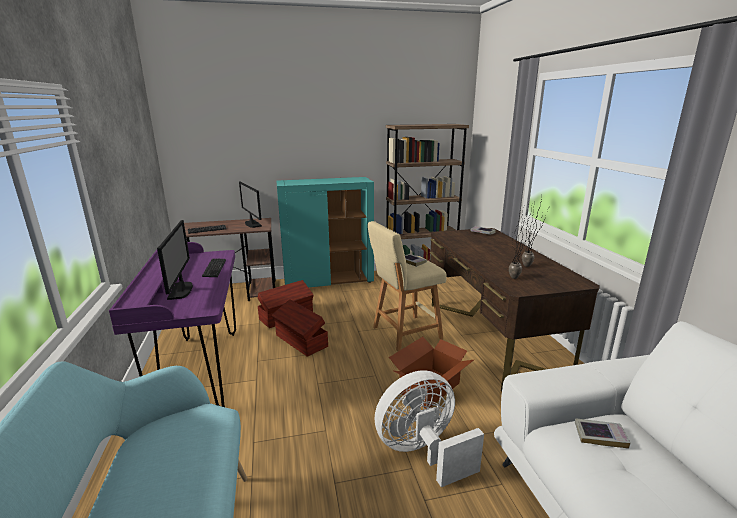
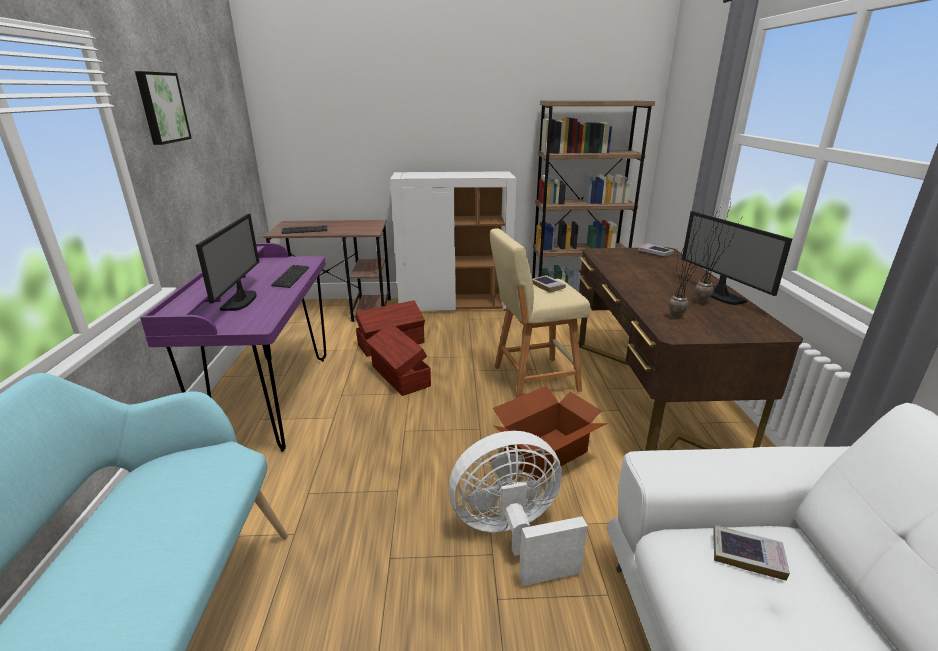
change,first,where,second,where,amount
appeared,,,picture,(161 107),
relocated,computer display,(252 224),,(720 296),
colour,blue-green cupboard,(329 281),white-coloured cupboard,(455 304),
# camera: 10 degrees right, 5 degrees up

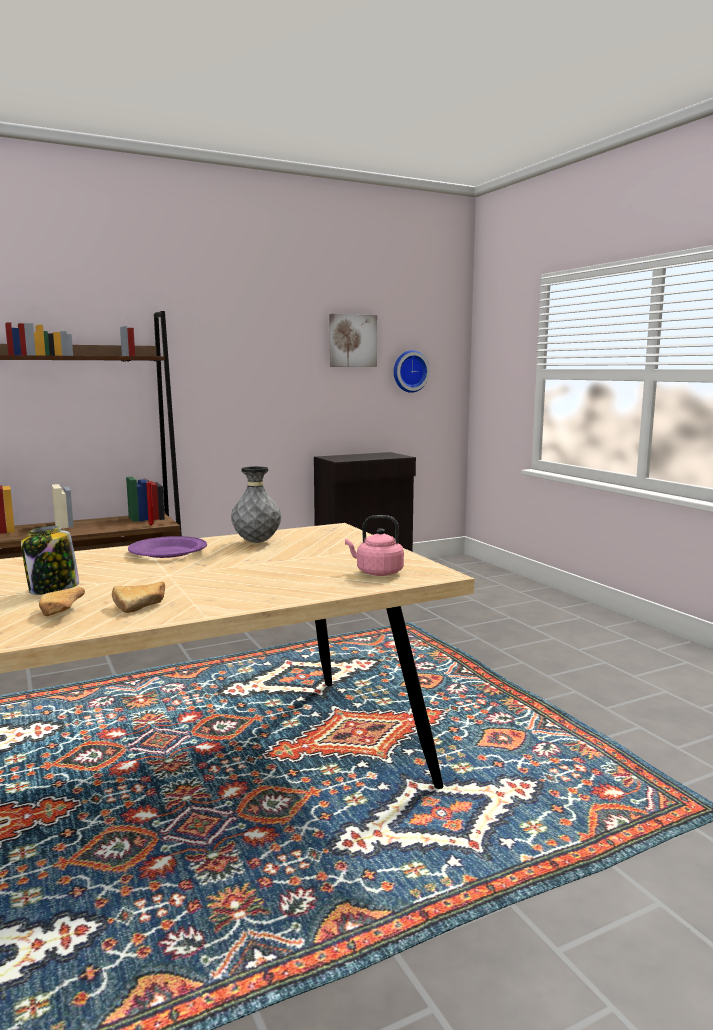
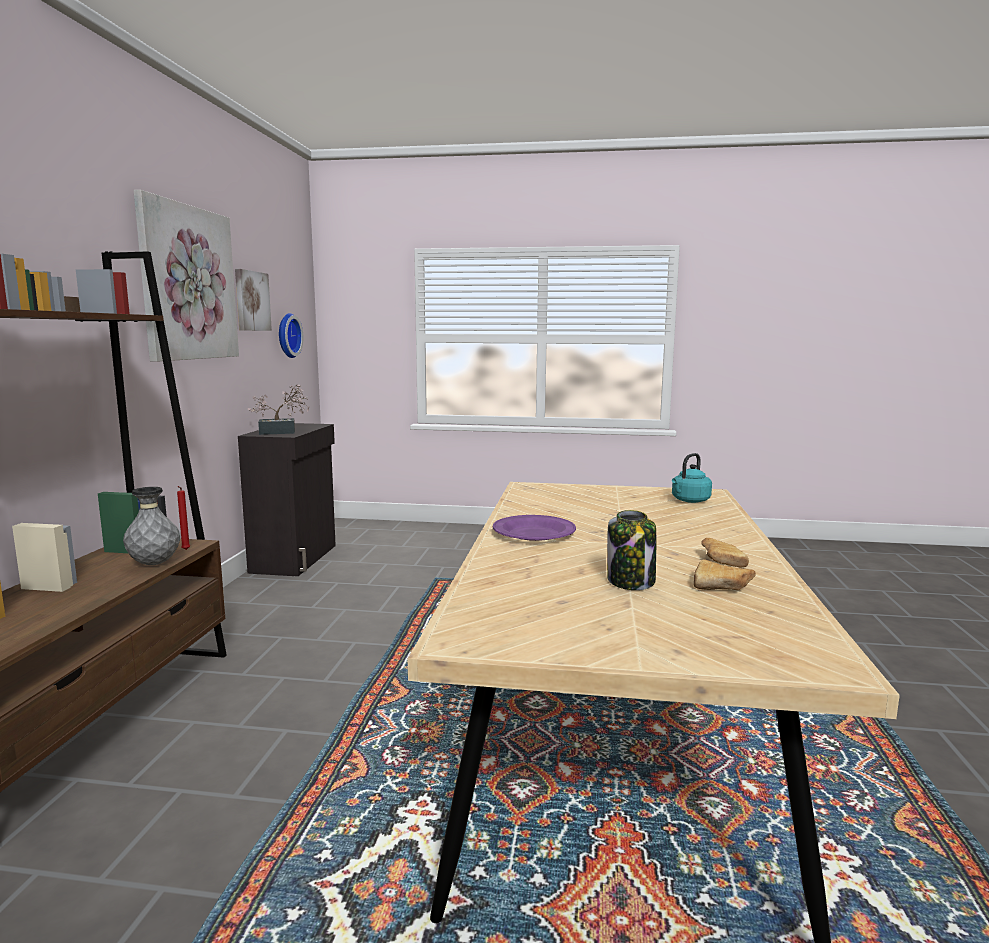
change,first,where,second,where,amount
appeared,,,picture,(189 283),
appeared,,,potted plant,(282 432),
relocated,grey flower vase,(257 542),,(154 564),
colour,pinkish water kettle,(377 572),blue-green water kettle,(689 501),
# camera: 55 degrees left, 0 degrees up

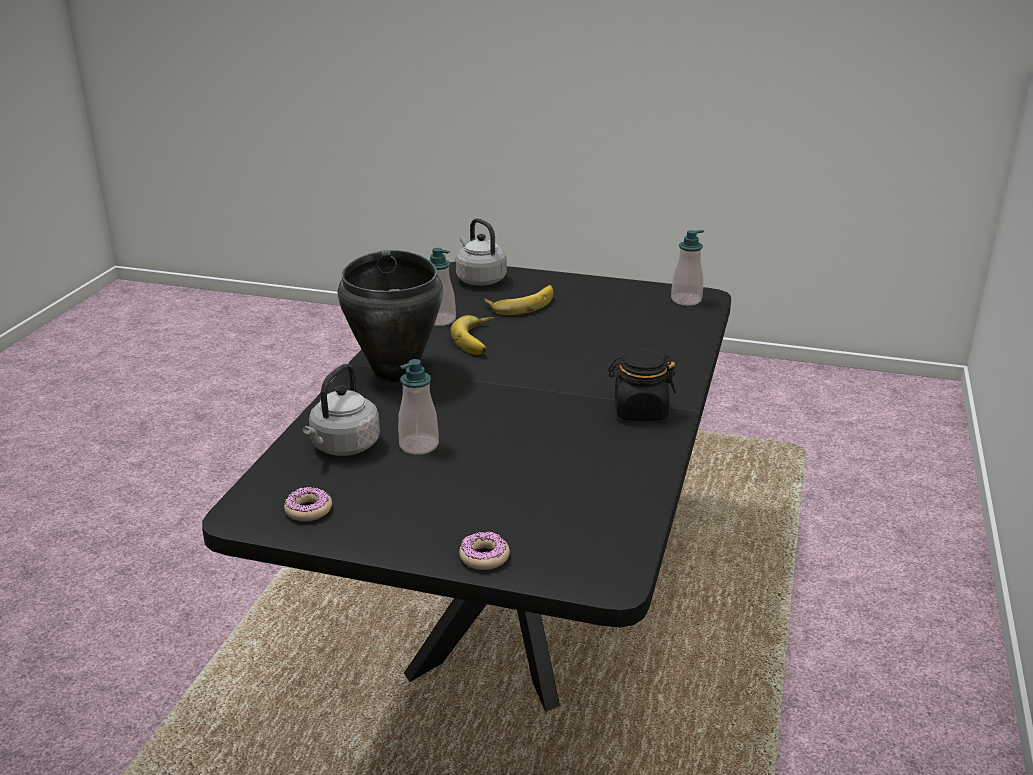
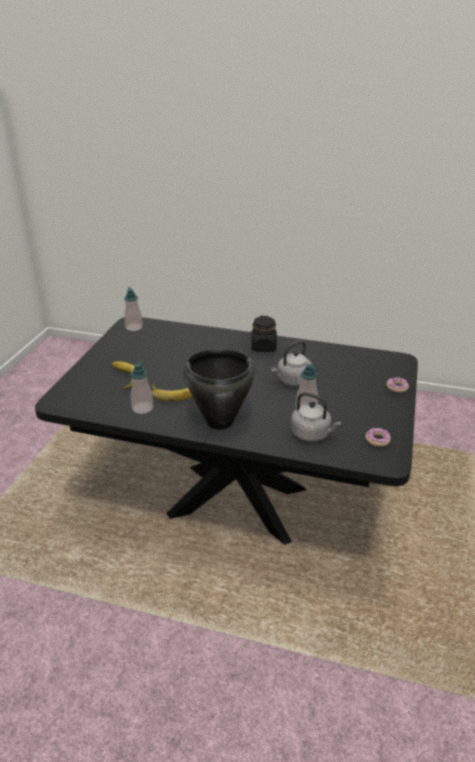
change,first,where,second,where,amount
relocated,grey water kettle,(479 279),,(292 381),
# camera: 90 degrees left, 5 degrees up

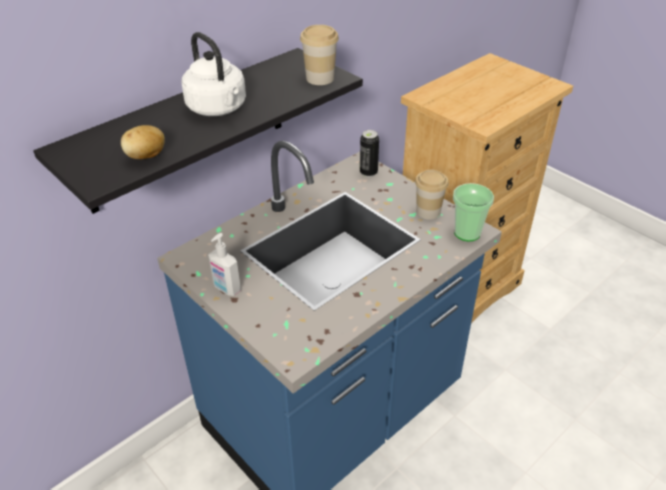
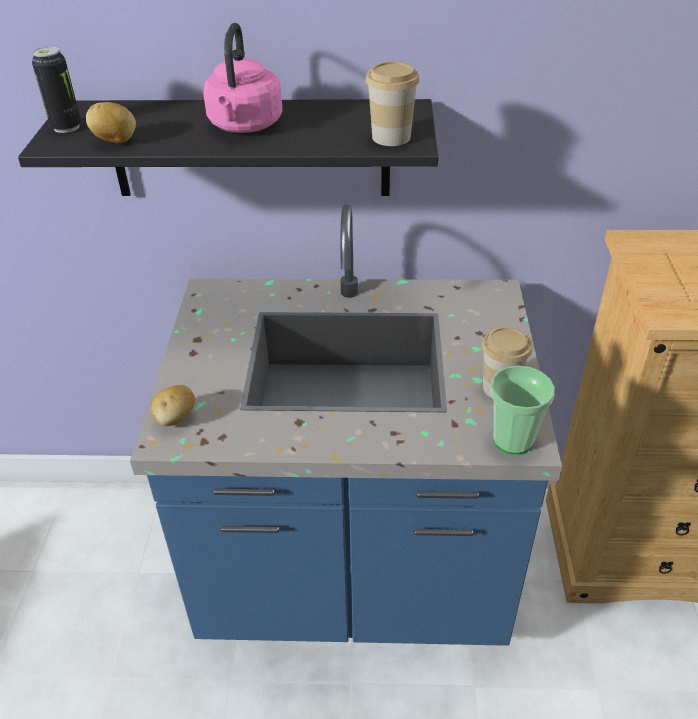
change,first,where,second,where,amount
missing,soap bottle,(226 289),,,
appeared,,,whole potato,(175 419),
relocated,metal can,(368 172),,(66 127),
colour,white-coloured water kettle,(218 109),pinkish water kettle,(245 126),
# camera: 45 degrees right, 0 degrees up

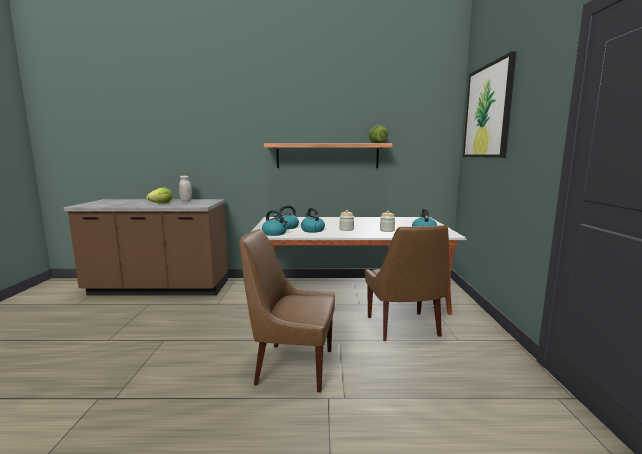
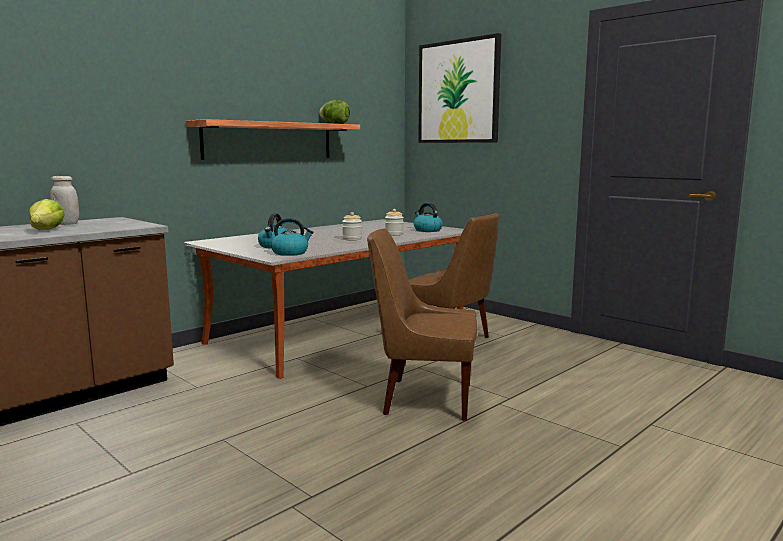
change,first,where,second,where,amount
missing,water kettle,(312 230),,,
spun,brown plain chair,(291 366),,(424 399),45 degrees clockwise
# camera: 45 degrees left, 0 degrees up

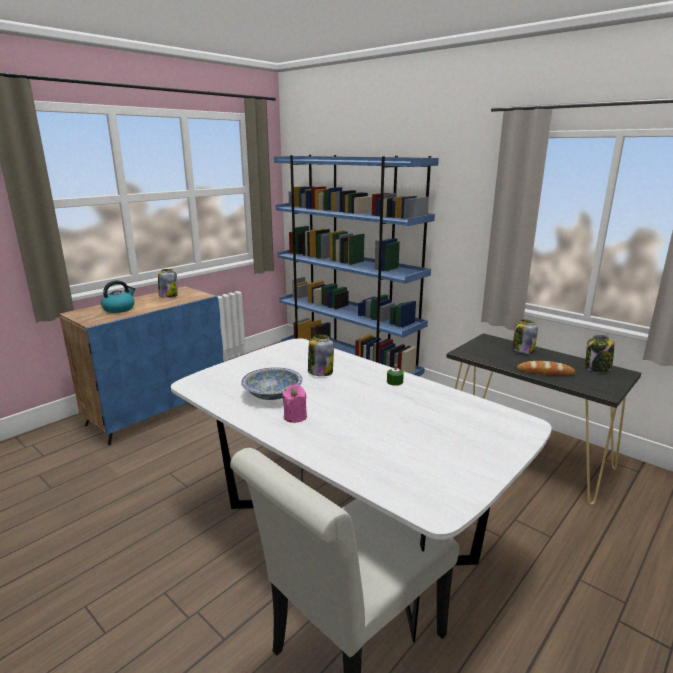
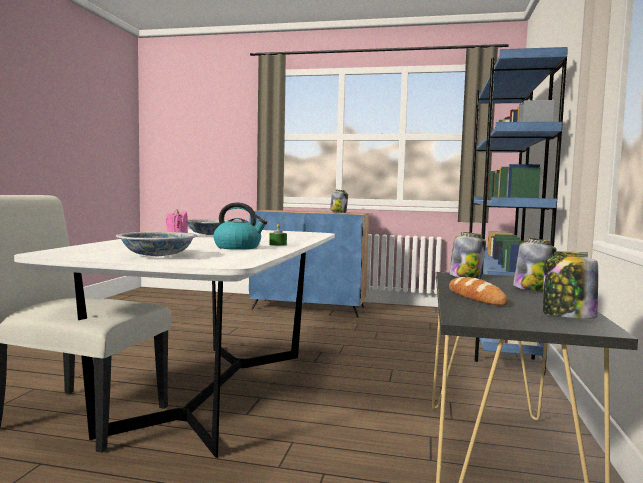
change,first,where,second,where,amount
appeared,,,deep dish,(157 255),
relocated,water kettle,(119 309),,(238 247),
relocated,storage jar,(320 372),,(465 277),
# camera: 60 degrees right, 15 degrees down

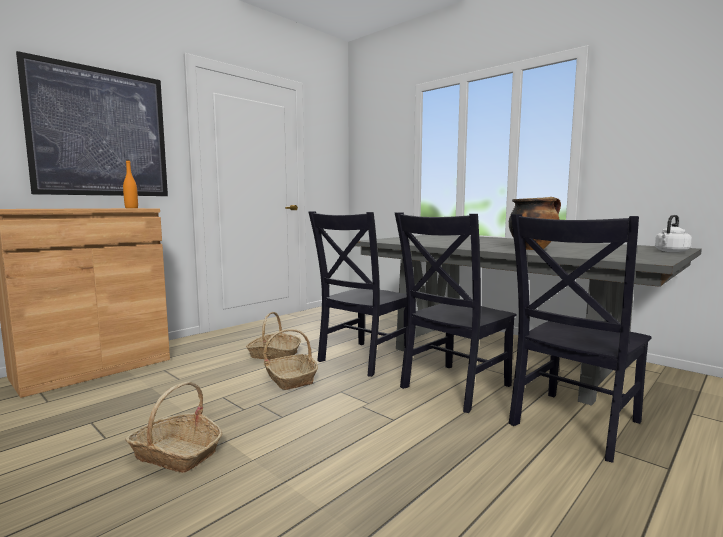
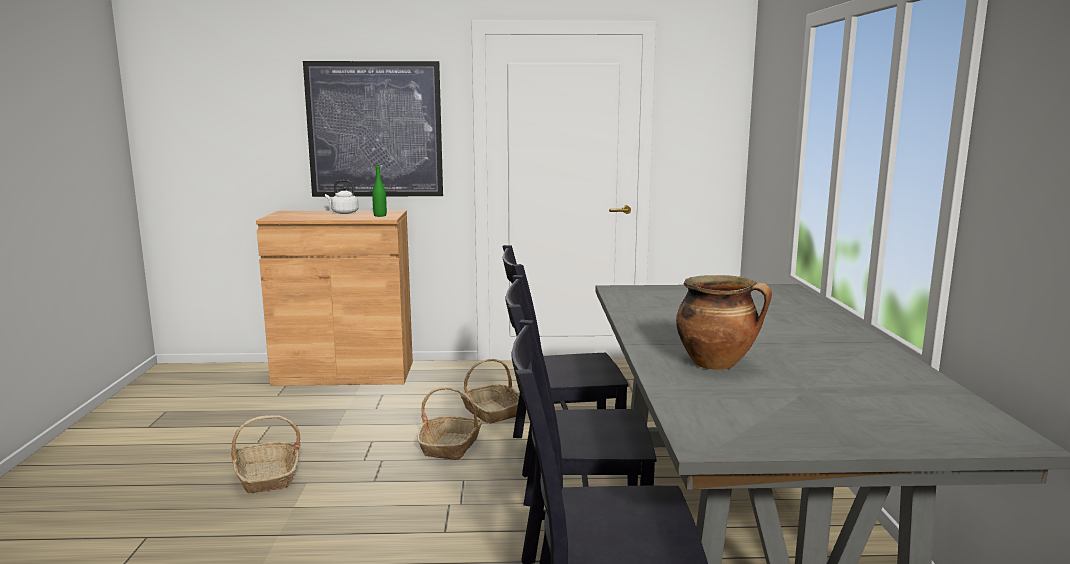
change,first,where,second,where,amount
relocated,white-coloured water kettle,(671 251),,(343 213),
colour,orange-coloured beverage bottle,(131 208),green-coloured beverage bottle,(380 215),
# camera: 45 degrees right, 5 degrees up

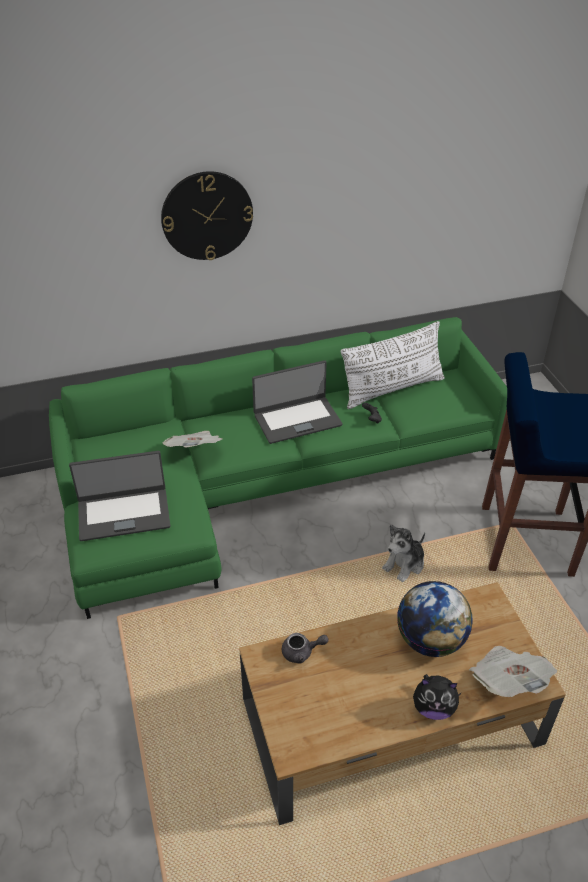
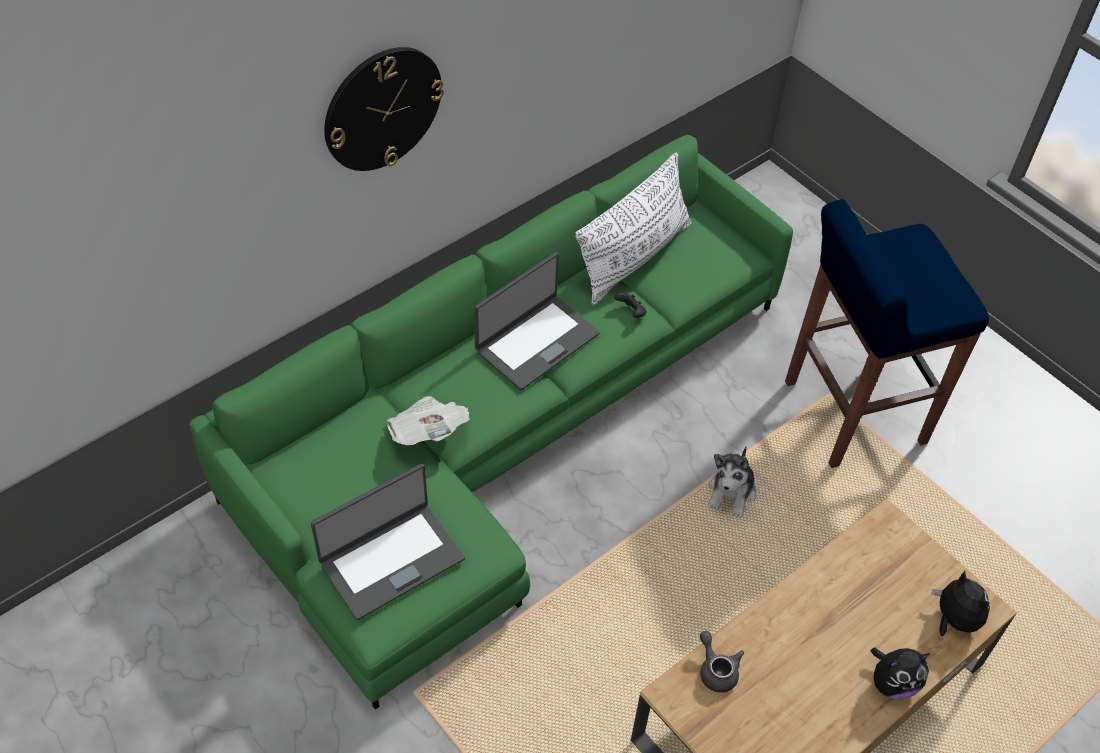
change,first,where,second,where,amount
missing,globe,(430 640),,,
exchanged,printed paper,(508 681),soft toy,(953 620),
spun,grey pot for tea,(302 652),,(716 670),90 degrees counterclockwise
# camera: 25 degrees left, 10 degrees up

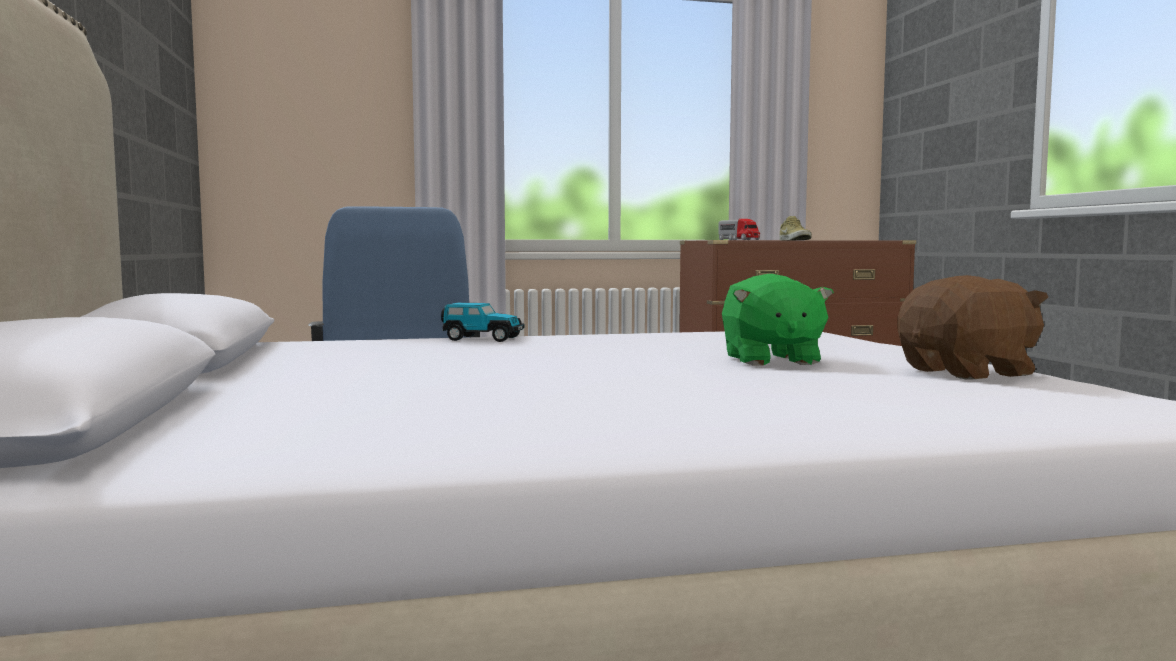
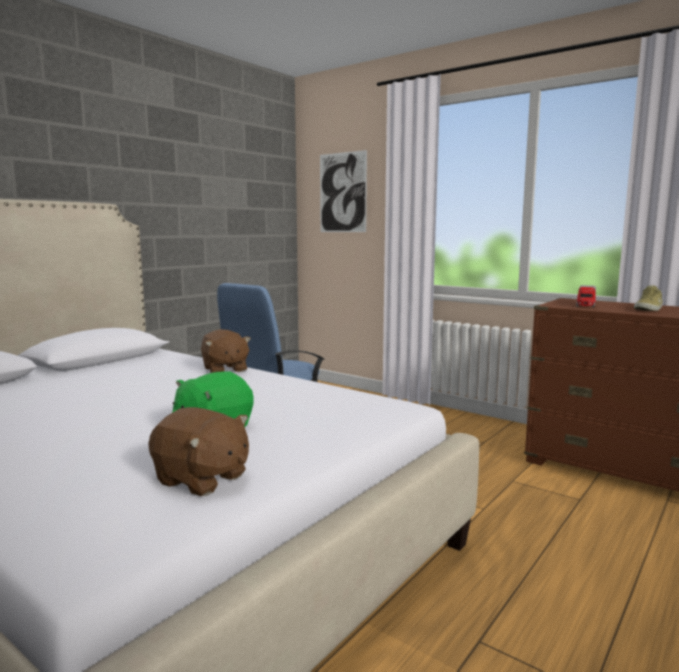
change,first,where,second,where,amount
appeared,,,picture,(342 192),
exchanged,model car,(481 339),brown soft toy,(224 369),
# camera: 50 degrees right, 5 degrees up

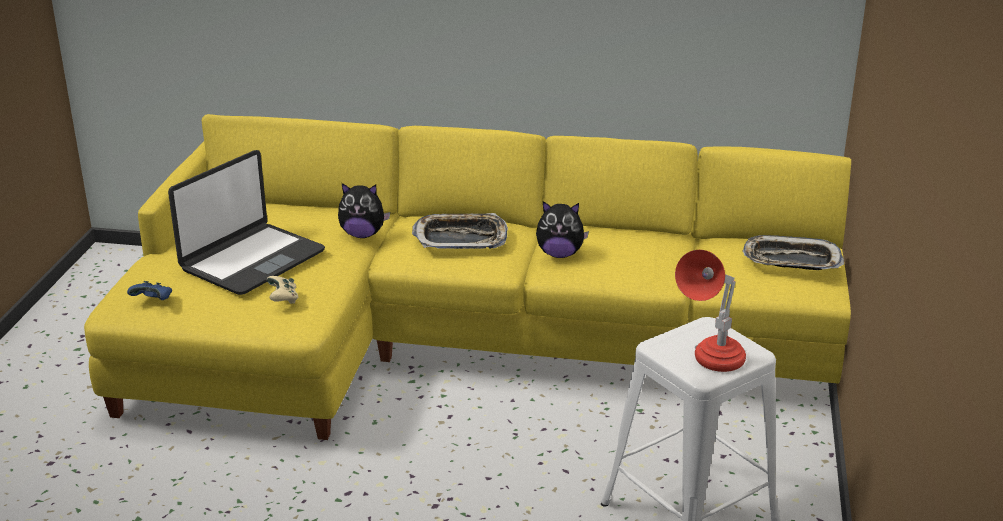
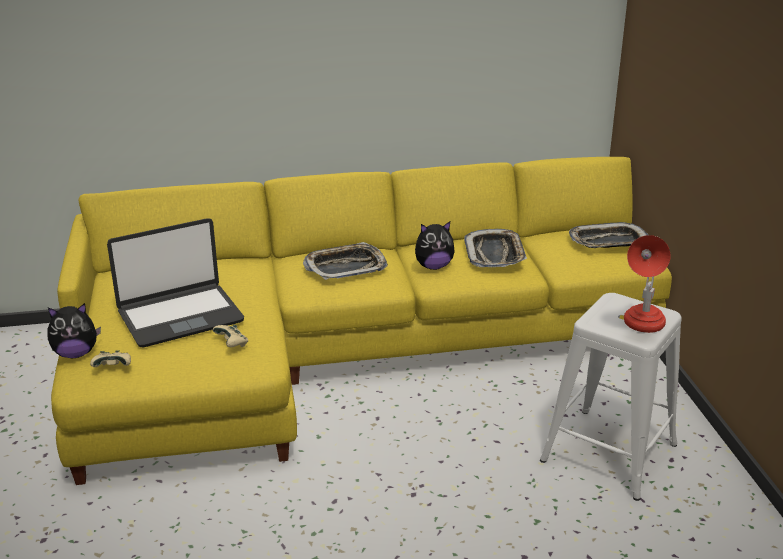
change,first,where,second,where,amount
appeared,,,carrying tray,(495 254),
relocated,soft toy,(363 234),,(76 354),
colour,bluish gamepad,(153 300),beige-coloured gamepad,(113 368),
spun,laptop,(251 260),,(180 316),45 degrees clockwise
# camera: 20 degrees left, 0 degrees up

